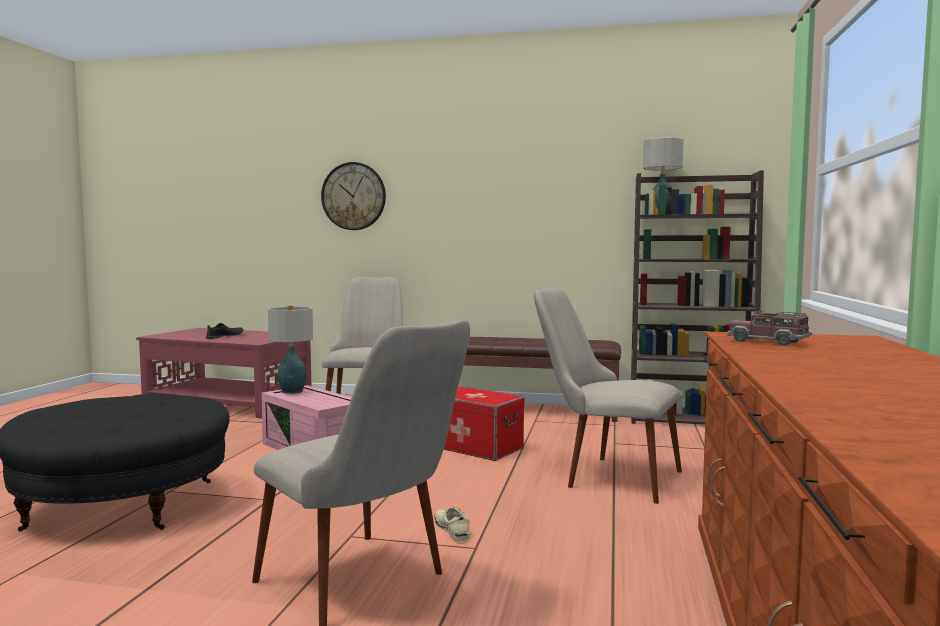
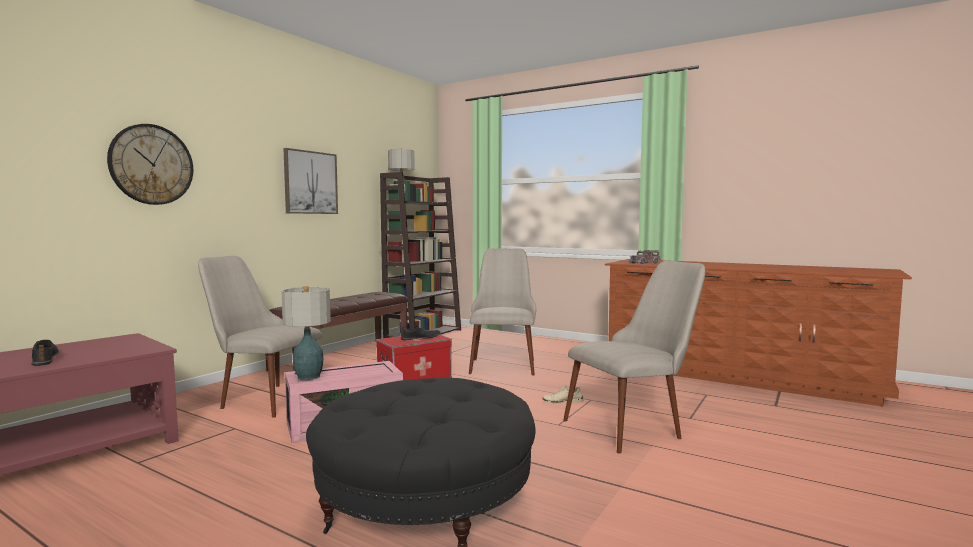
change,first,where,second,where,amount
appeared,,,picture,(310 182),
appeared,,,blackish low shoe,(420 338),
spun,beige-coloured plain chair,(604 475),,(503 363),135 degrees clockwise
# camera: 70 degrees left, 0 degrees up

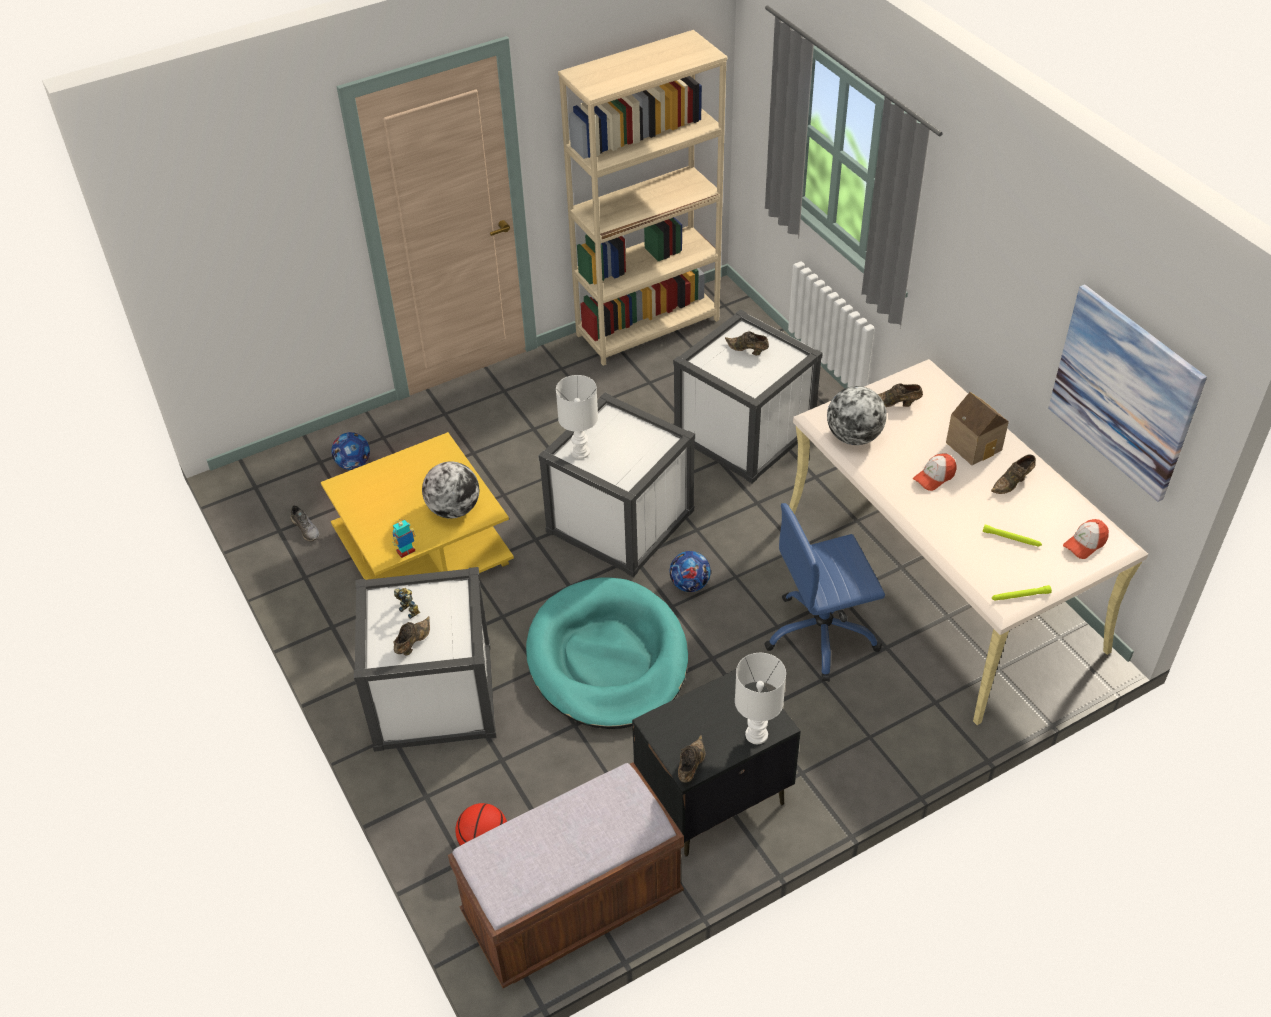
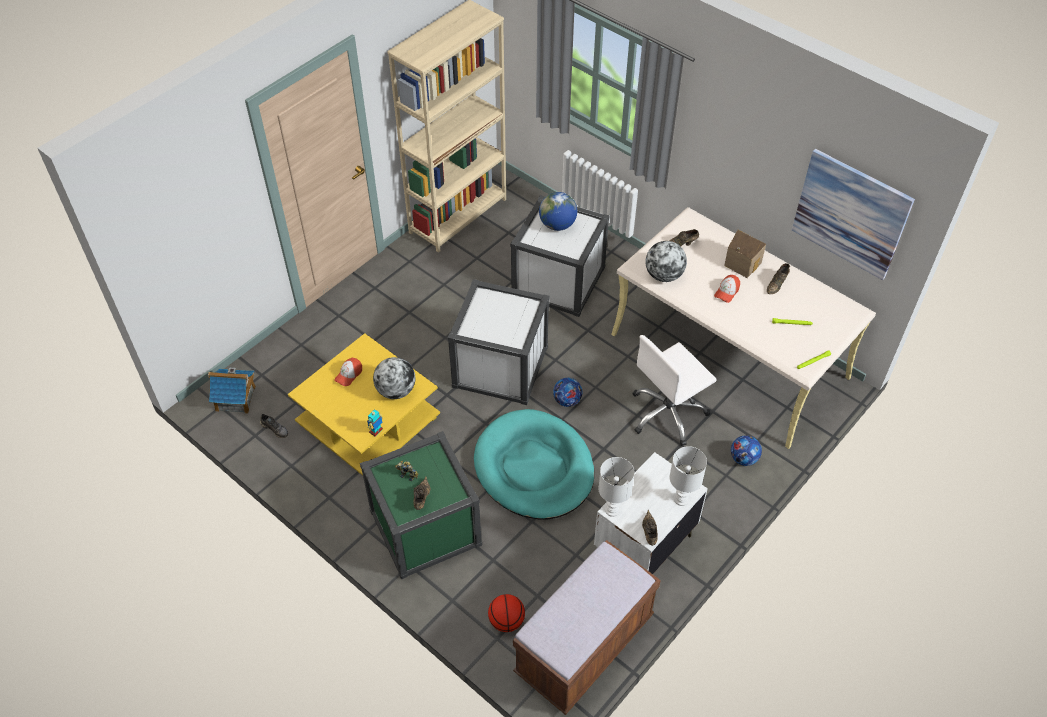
change,first,where,second,where,amount
appeared,,,miniature house,(236 399),
relocated,football ball,(353 464),,(743 459),
relocated,white-coloured tabletop lamp,(581 452),,(613 510),
relocated,baseball cap,(1085 544),,(349 375),
exchanged,brown low shoe,(747 350),globe,(557 225),
colour,white-coloured storage container,(433 695),green-coloured storage container,(425 527),
colour,blackish bedside table,(712 799),white-coloured bedside table,(643 546),
colour,bluish desk chair,(821 635),white-coloured desk chair,(668 414),
# camera: 20 degrees left, 5 degrees up

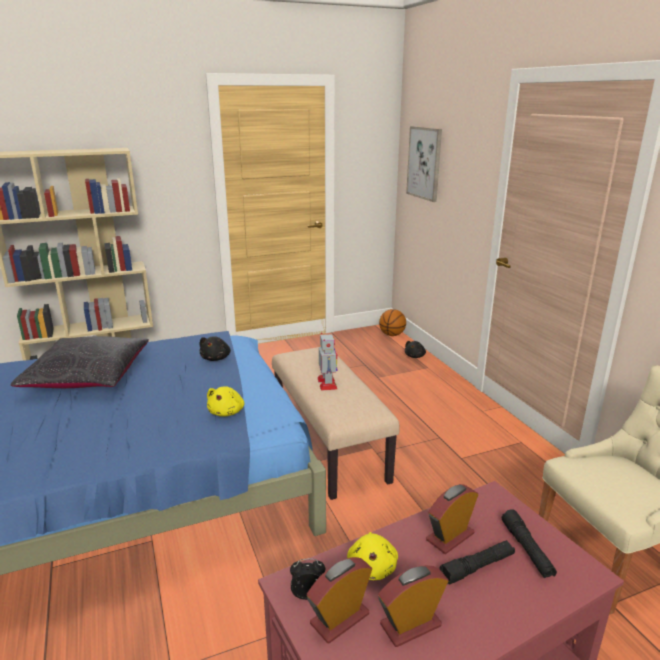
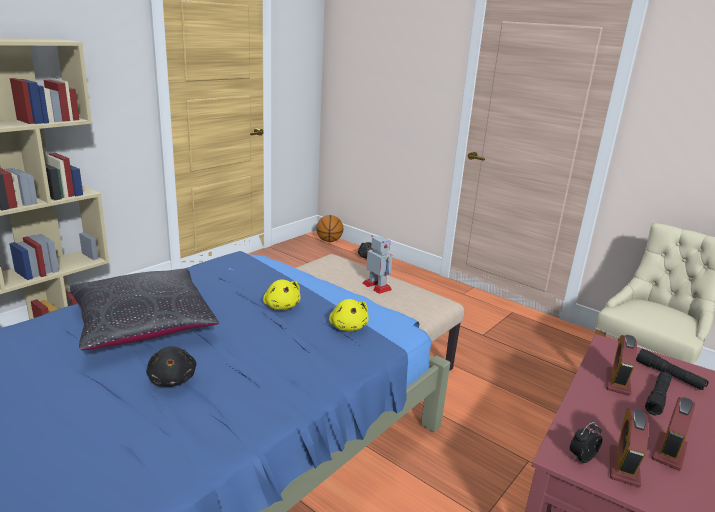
change,first,where,second,where,amount
missing,picture,(424 163),,,
relocated,blackish soft toy,(216 358),,(172 379),
relocated,yellow soft toy,(372 567),,(281 306),
# camera: 30 degrees left, 0 degrees up

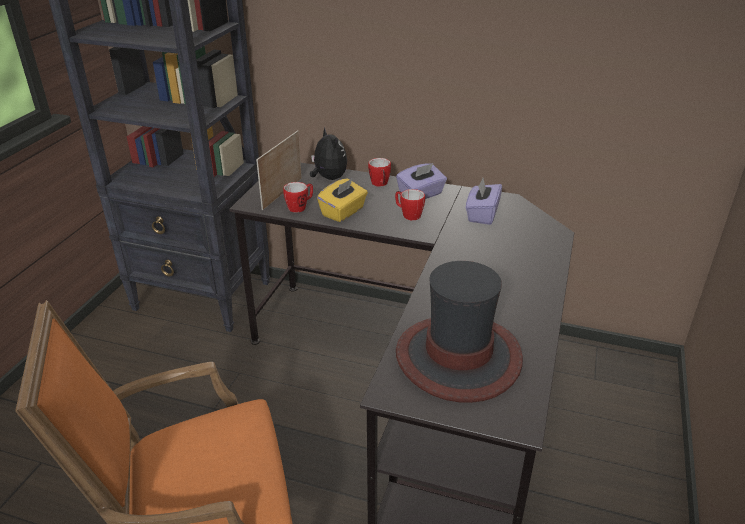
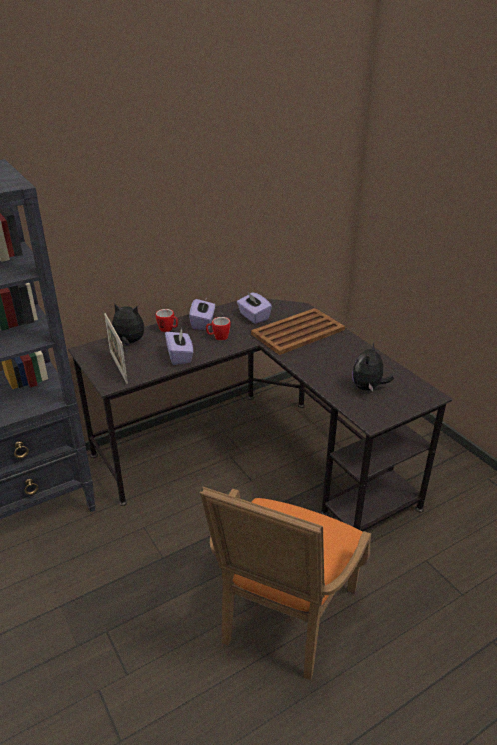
change,first,where,second,where,amount
missing,coffee mug,(300 207),,,
appeared,,,brown carrying tray,(297 332),
exchanged,clothing hat,(458 358),soft toy,(368 388),
colour,yellow tissue holder,(343 212),purple tissue holder,(180 356),
# camera: 50 degrees left, 0 degrees up

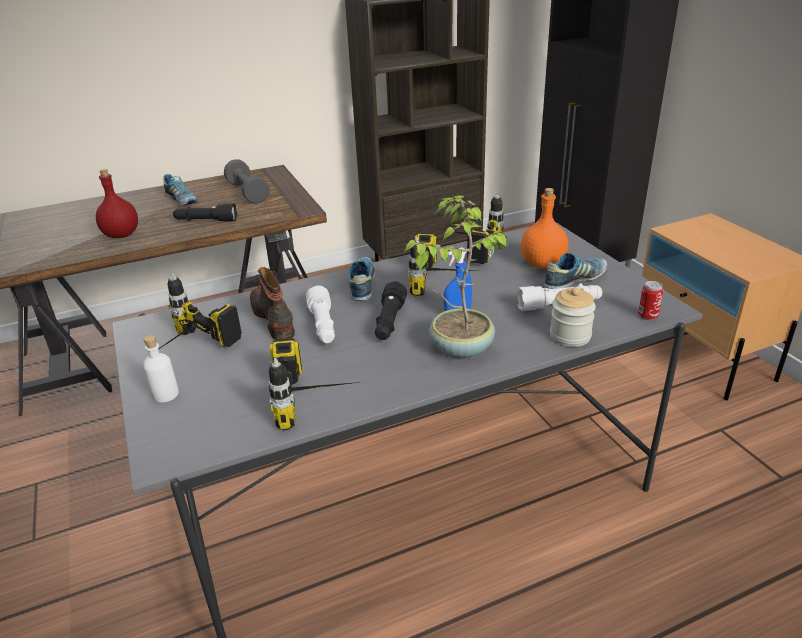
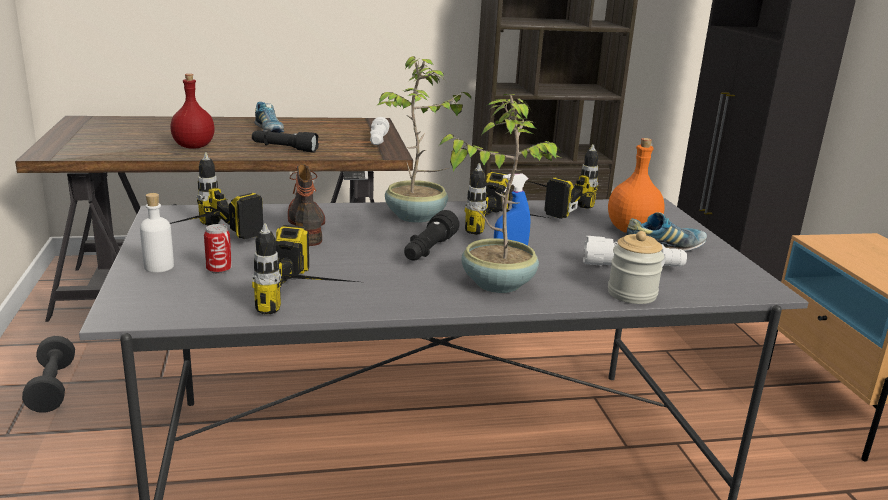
change,first,where,second,where,amount
relocated,grey dumbbell,(248 193),,(52 388),
relocated,white-coloured torch,(323 326),,(378 141),
relocated,metal can,(647 316),,(219 270),
exchanged,low shoe,(362 285),potted plant,(416 217),
# camera: 10 degrees right, 10 degrees down

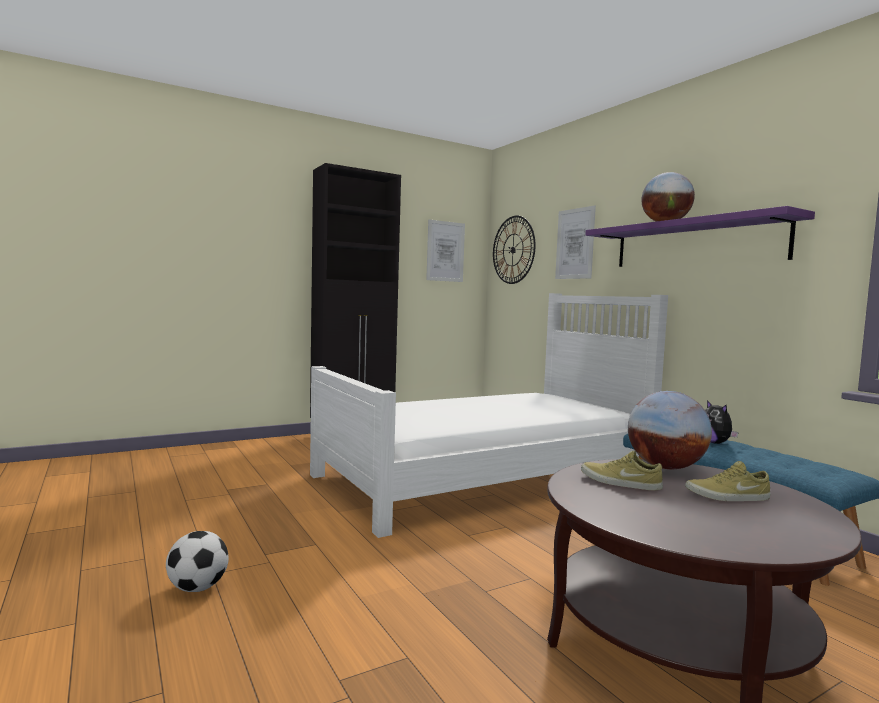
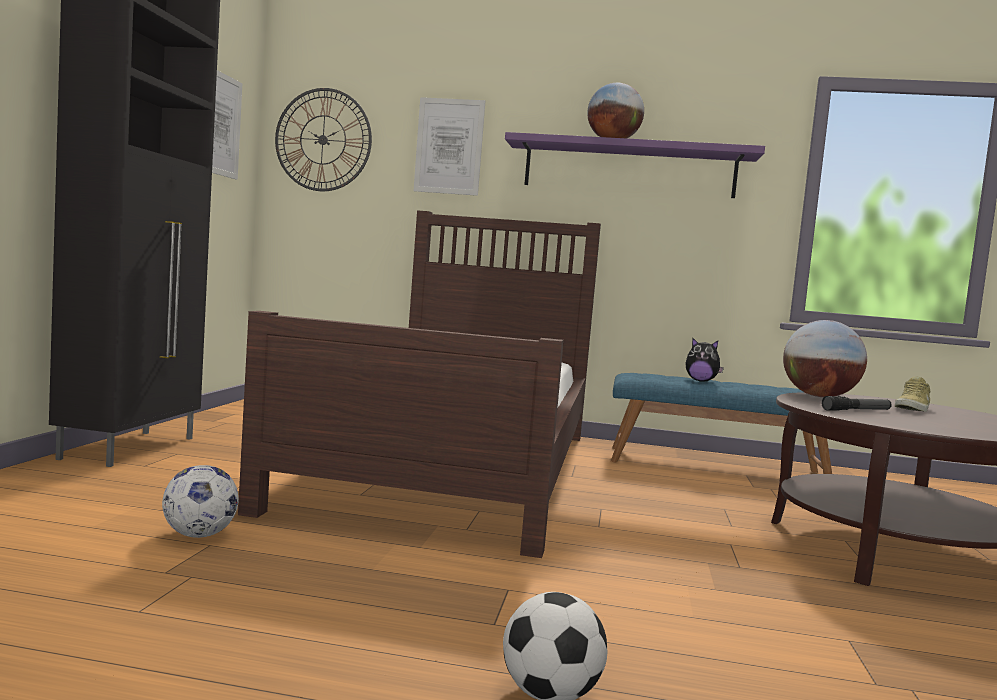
change,first,where,second,where,amount
appeared,,,football ball,(199 535),
exchanged,beige-coloured low shoe,(620 482),torch,(857 410),
colour,white-coloured sleeping bed,(486 477),brown sleeping bed,(453 466),
# camera: 50 degrees left, 0 degrees up

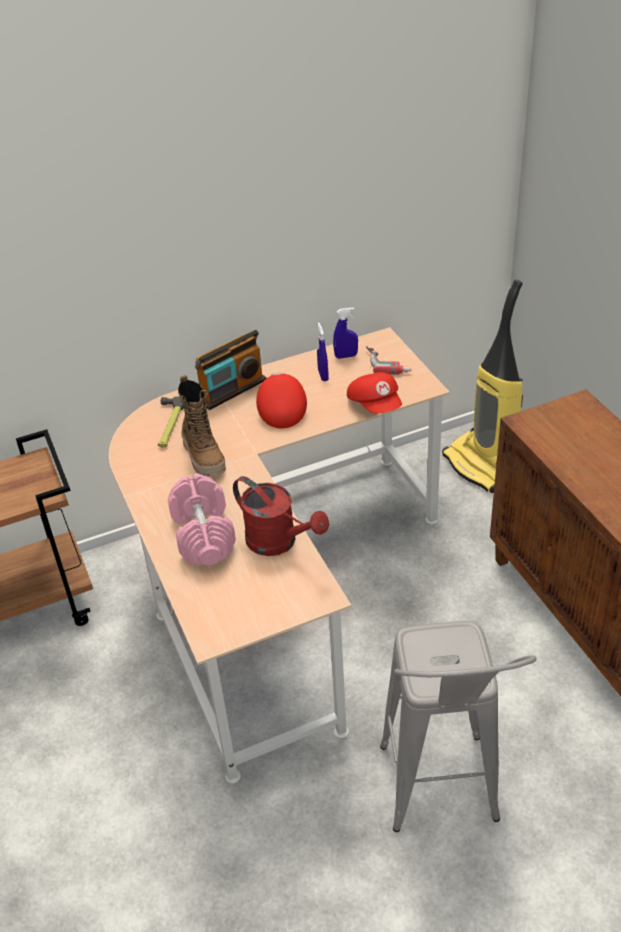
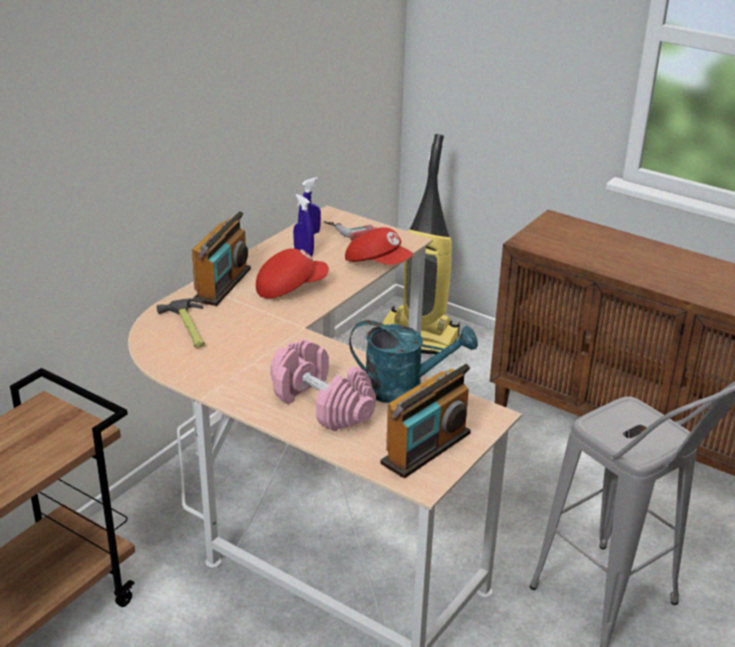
change,first,where,second,where,amount
missing,high-top boot,(204 457),,,
appeared,,,radio set,(426 448),
colour,red-coloured watering can,(279 542),blue-green watering can,(404 388),
spun,red-coloured baseball cap,(281 409),,(290 287),105 degrees clockwise
# camera: 35 degrees left, 10 degrees down

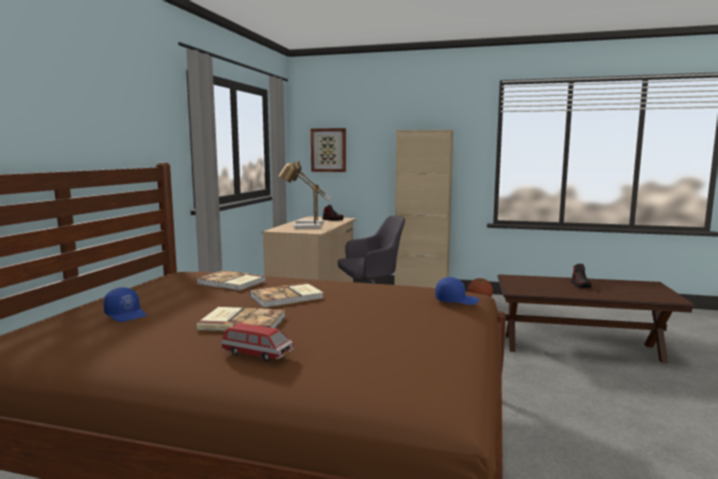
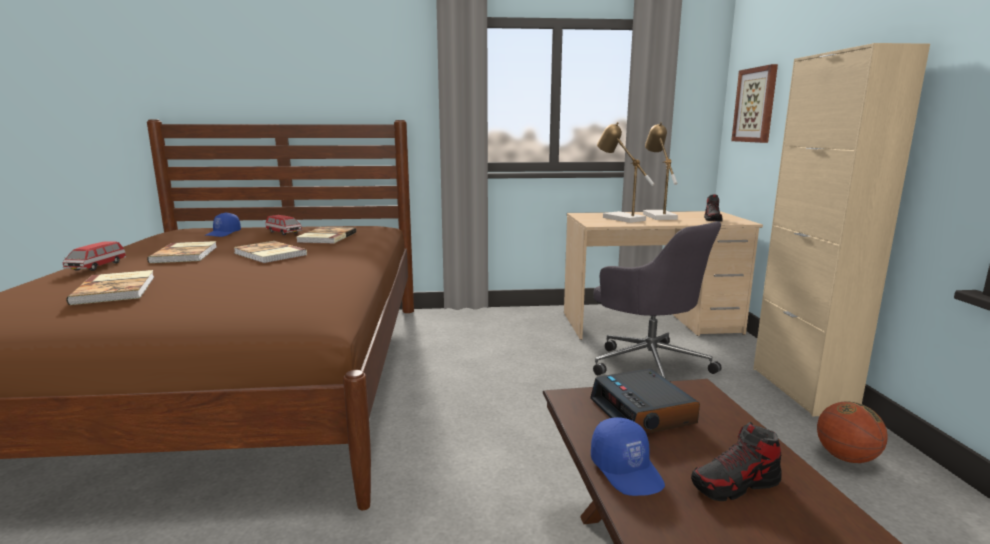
change,first,where,second,where,amount
appeared,,,book,(117 289),
appeared,,,model car,(284 233),
appeared,,,bedside clock,(643 412),
relocated,bluish baseball cap,(456 301),,(627 470),
# camera: 70 degrees right, 5 degrees up

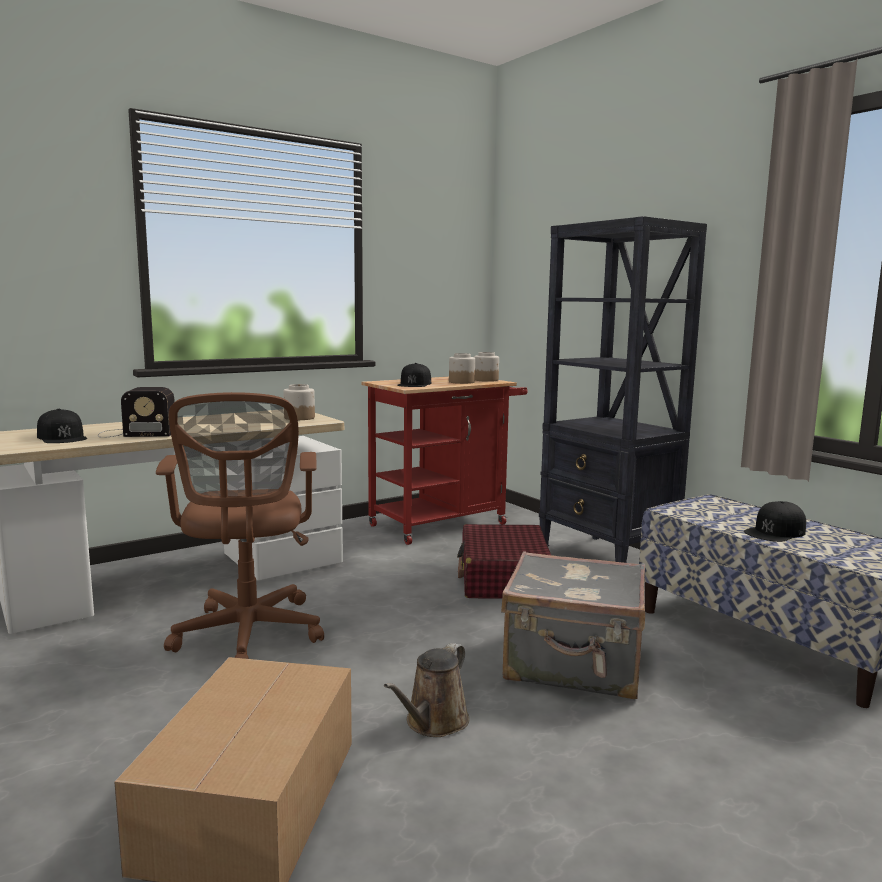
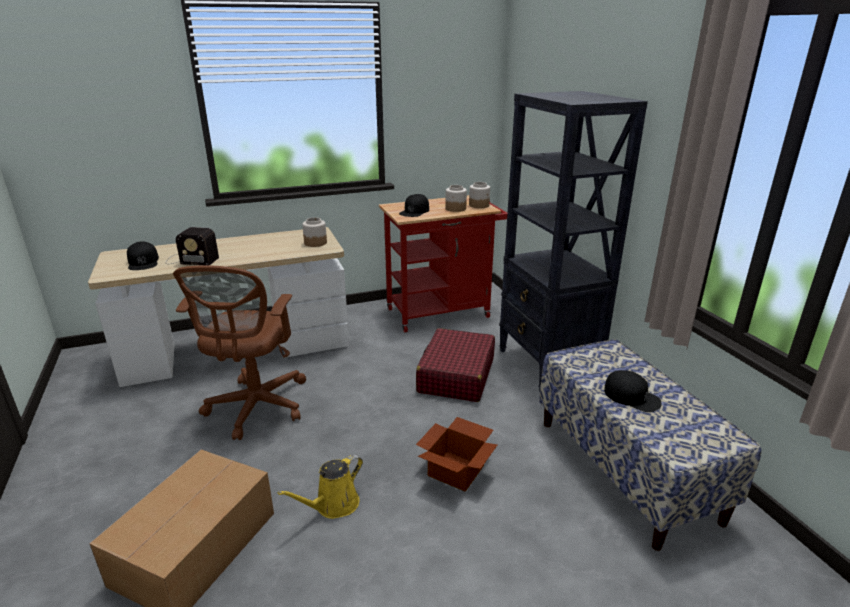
change,first,where,second,where,amount
exchanged,grey travel case,(574 665),packing box,(457 470),
colour,brown watering can,(434 723),yellow watering can,(333 505),
spun,blackish baseball cap,(775 532),,(632 396),120 degrees counterclockwise
# camera: 15 degrees right, 15 degrees up

